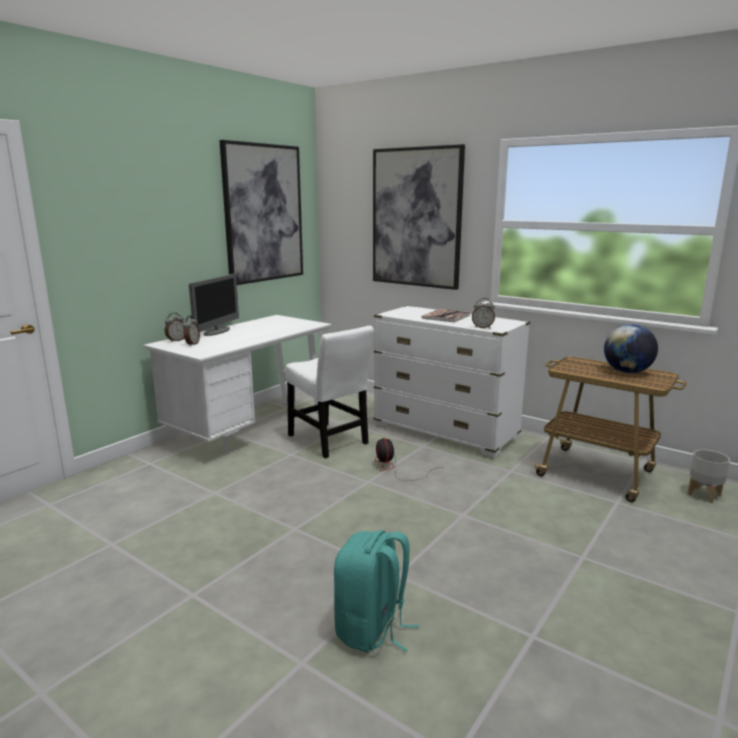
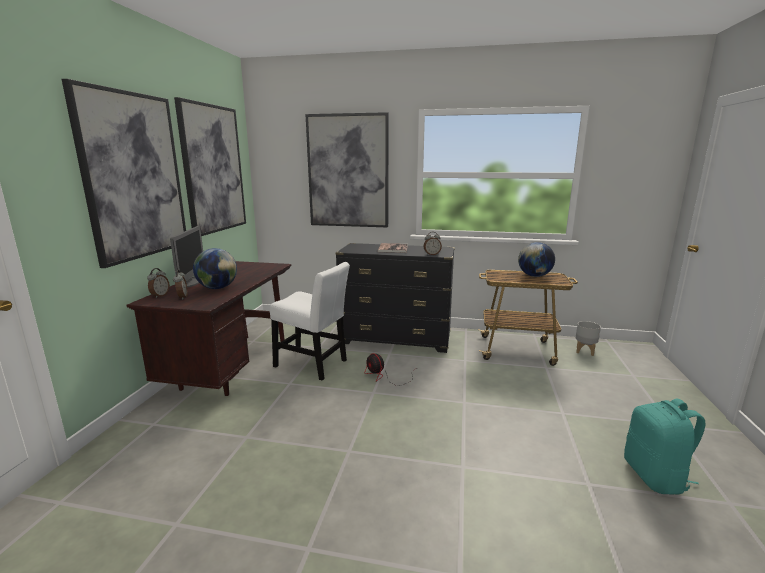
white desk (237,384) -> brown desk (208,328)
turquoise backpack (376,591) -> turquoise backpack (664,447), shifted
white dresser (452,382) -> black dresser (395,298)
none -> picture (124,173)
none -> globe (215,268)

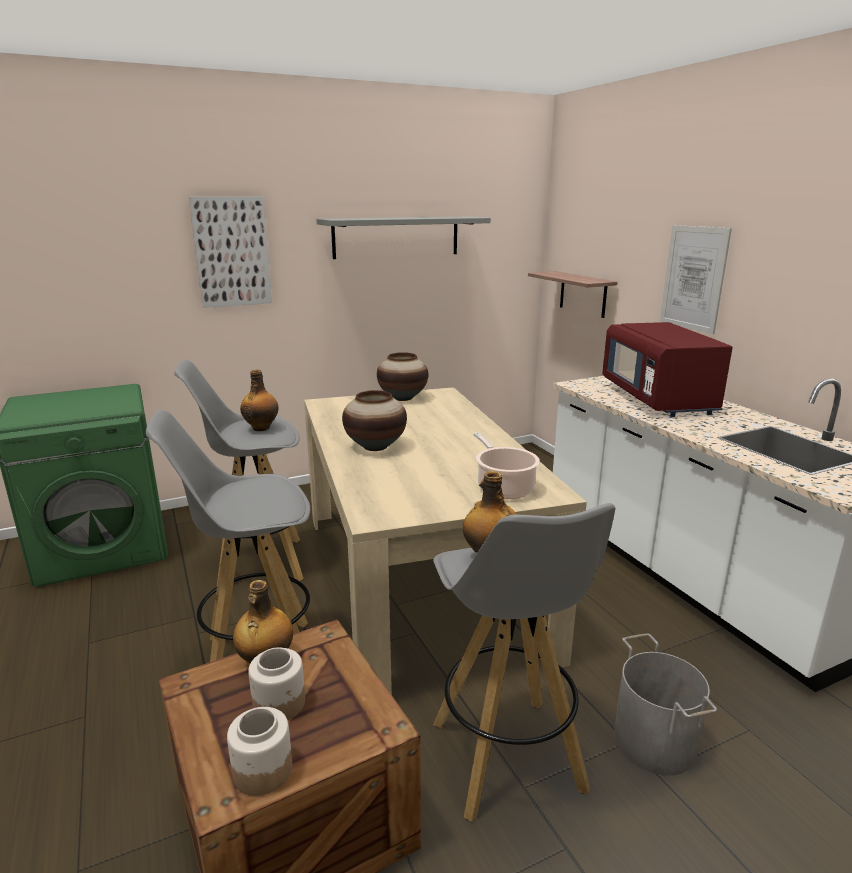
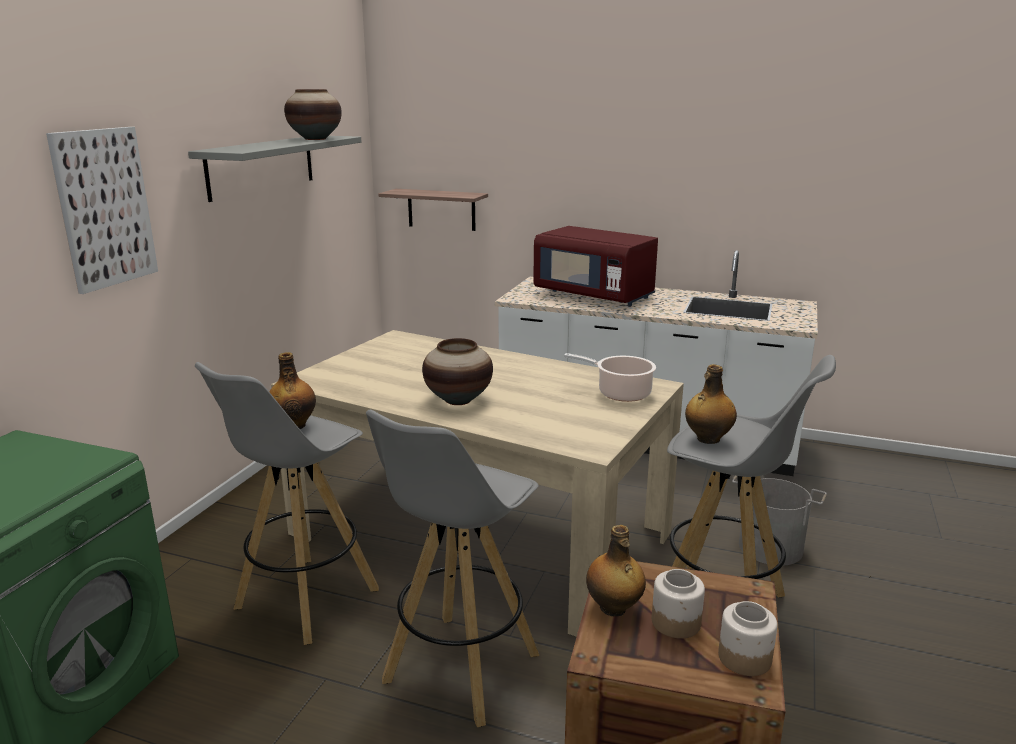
vase (402,376) -> vase (313,114), shifted
picture (696,279) -> none

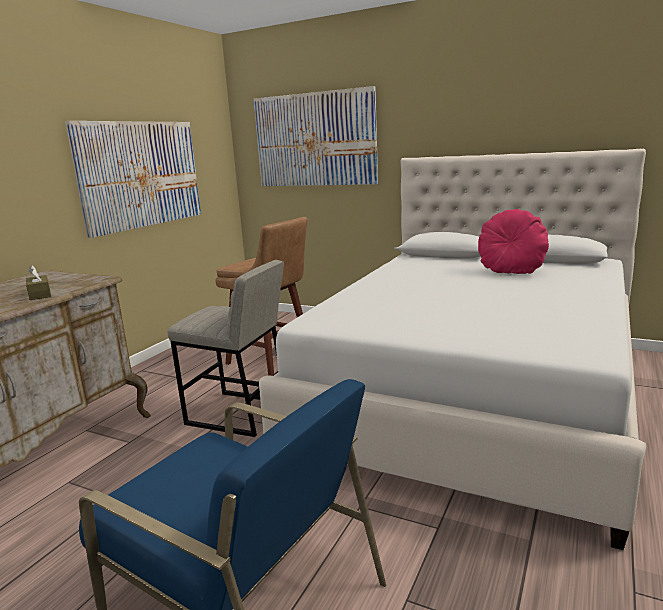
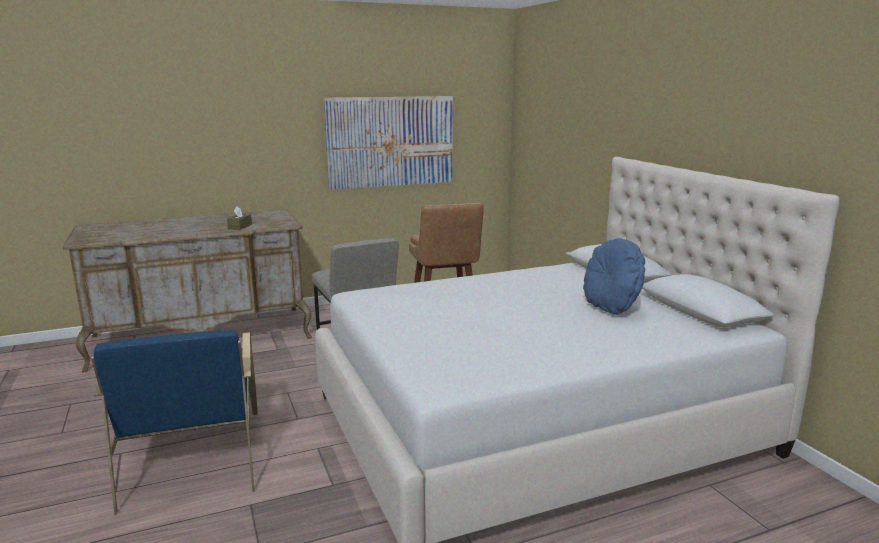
picture (316,136) -> none
pink pillow (513,241) -> blue pillow (614,276)

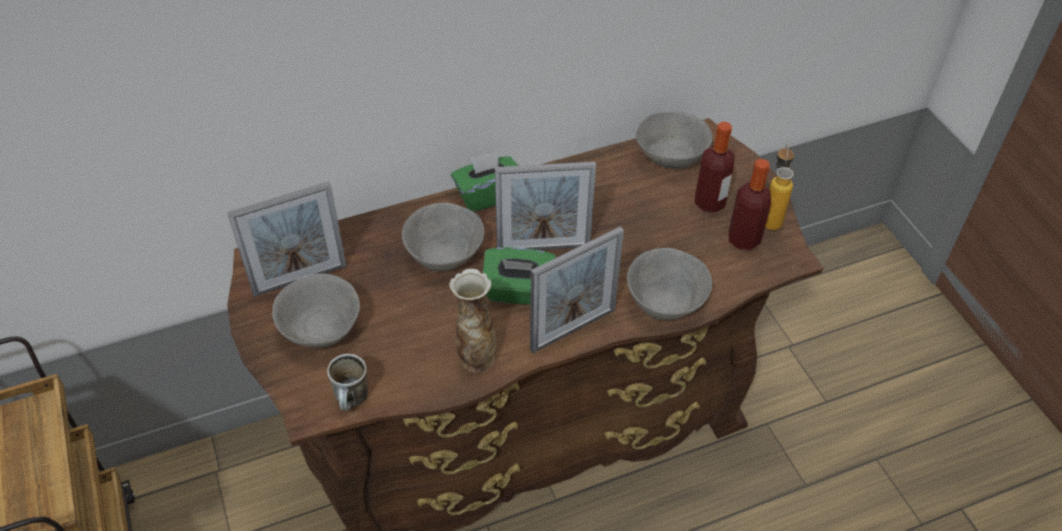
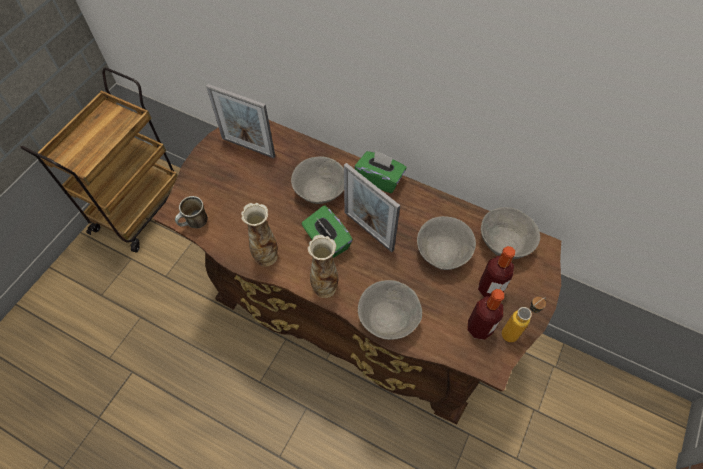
grey bowl (316,311) -> grey bowl (446,243), shifted
picture frame (577,289) -> vase (322,266)

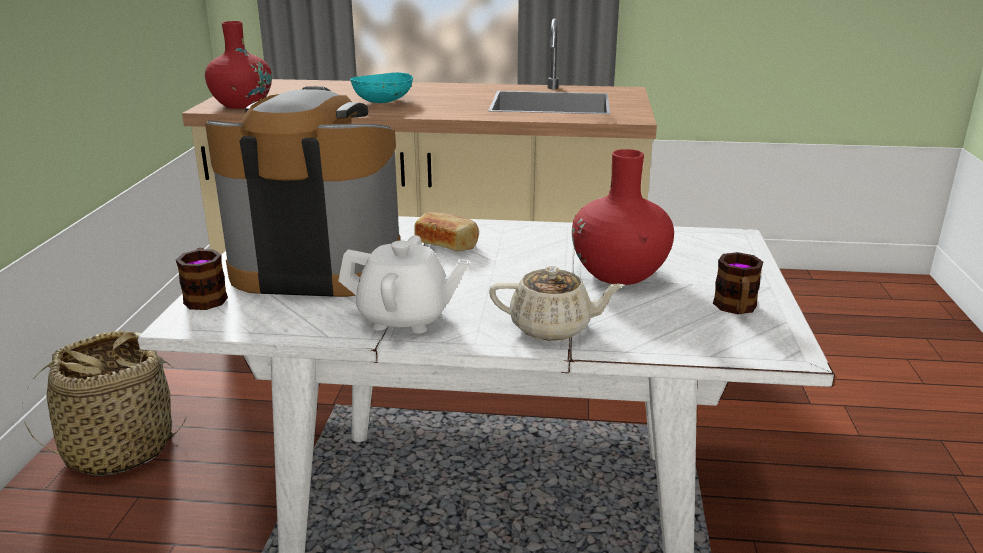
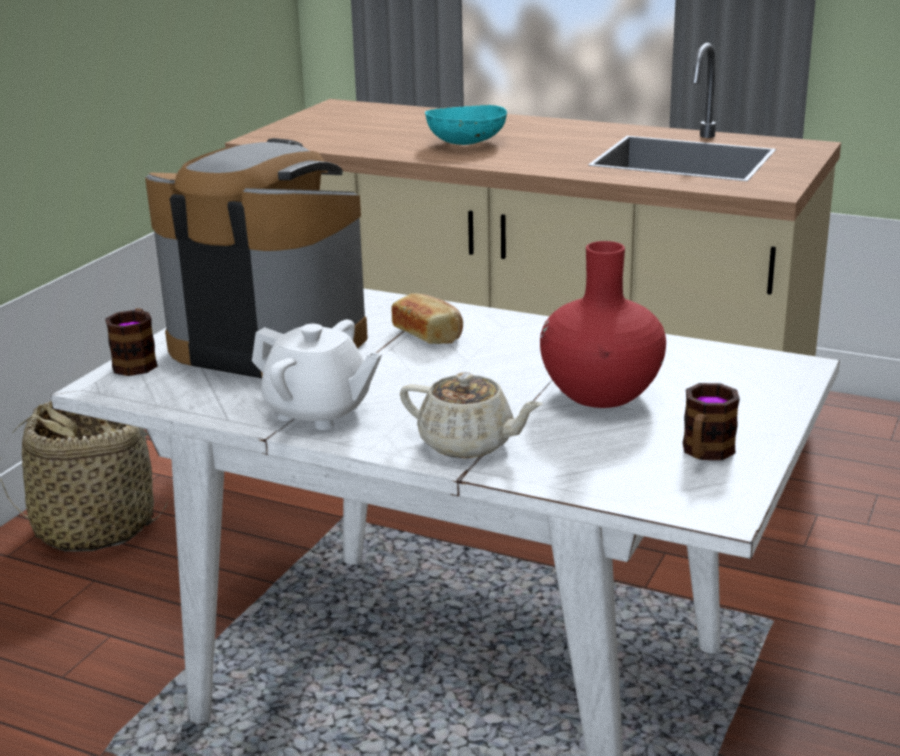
red vase (238,65) -> none

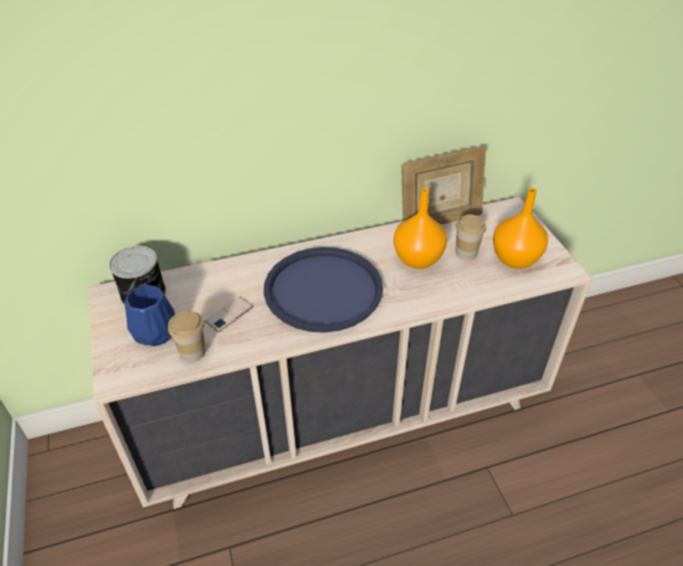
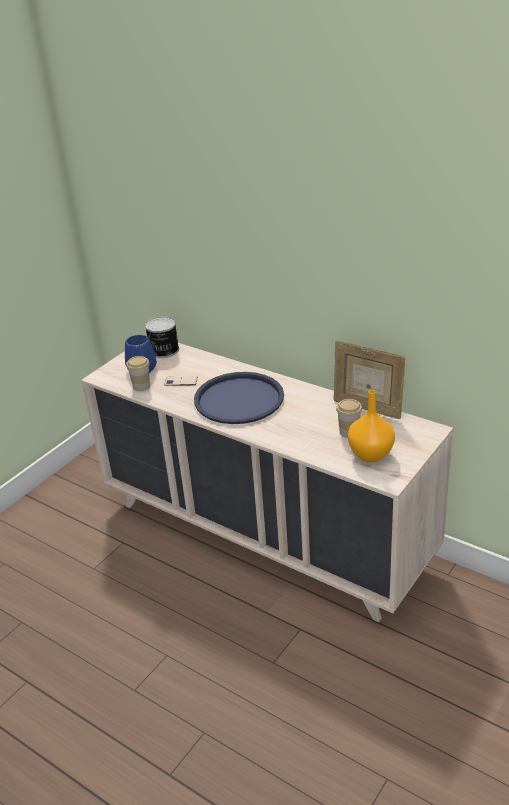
orange vase (420,228) -> none

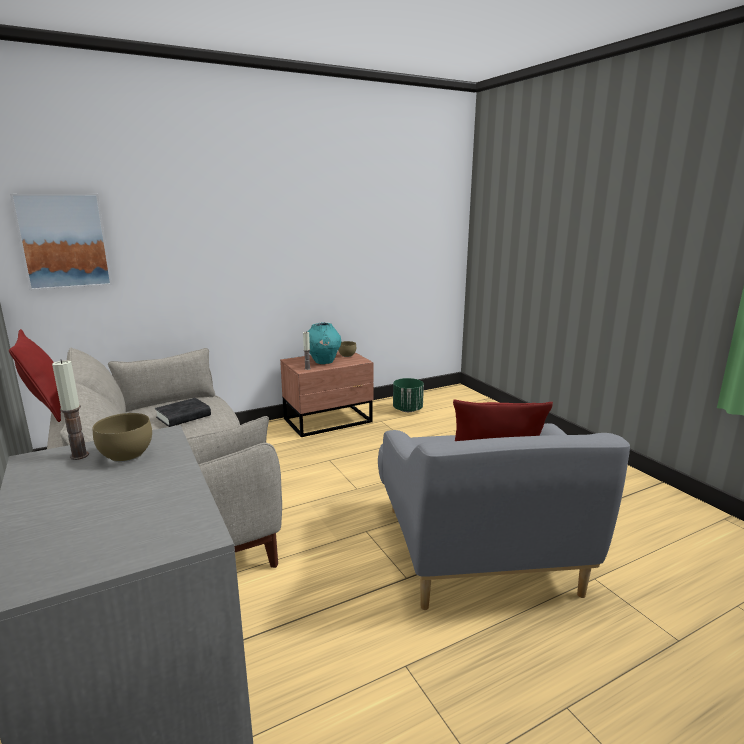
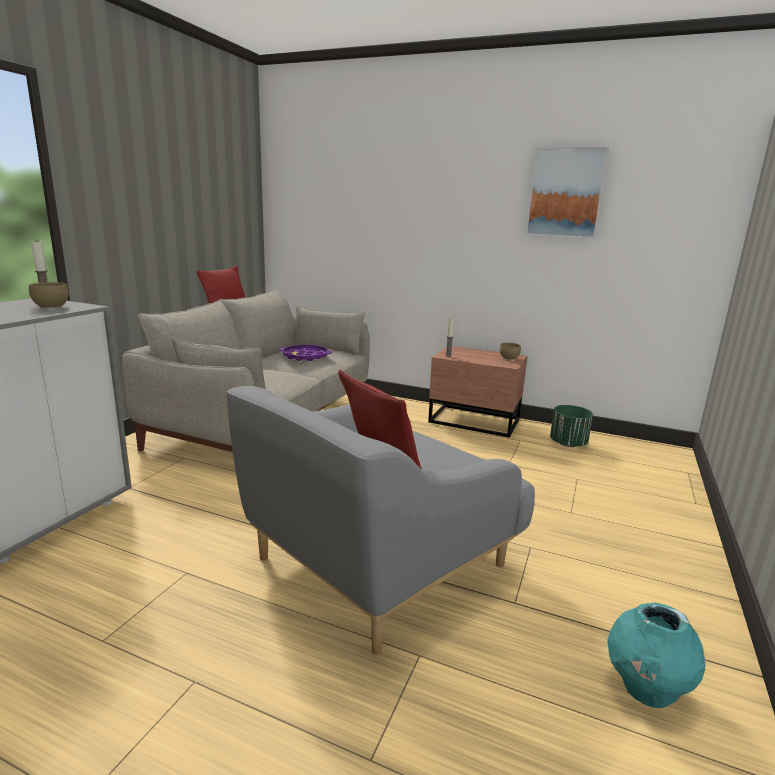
picture (61,242) -> picture (567,193), shifted
black book (183,412) -> purple tray (305,353)
turquoise vase (324,343) -> turquoise vase (656,655), shifted

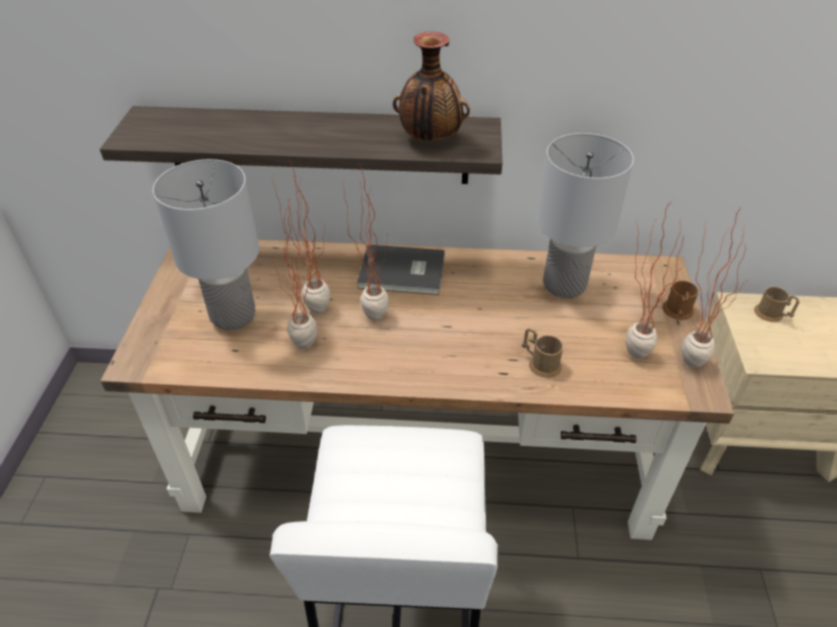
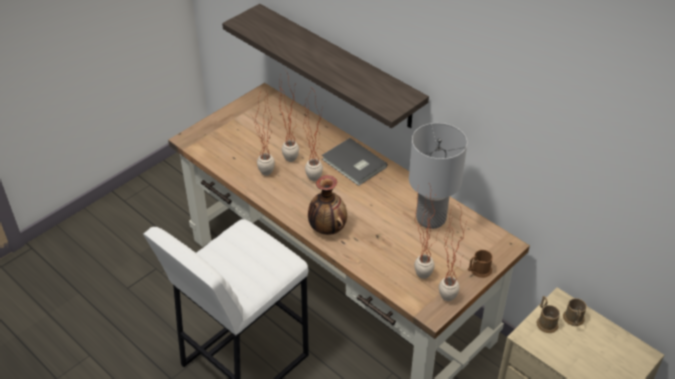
grey table lamp (206,244) -> none
vase (431,86) -> vase (327,205), shifted
brown mug (542,353) -> brown mug (548,314), shifted

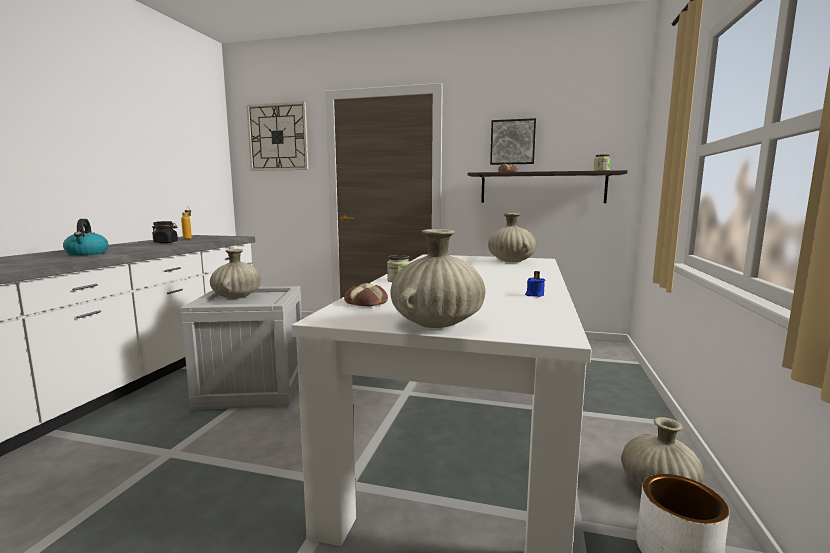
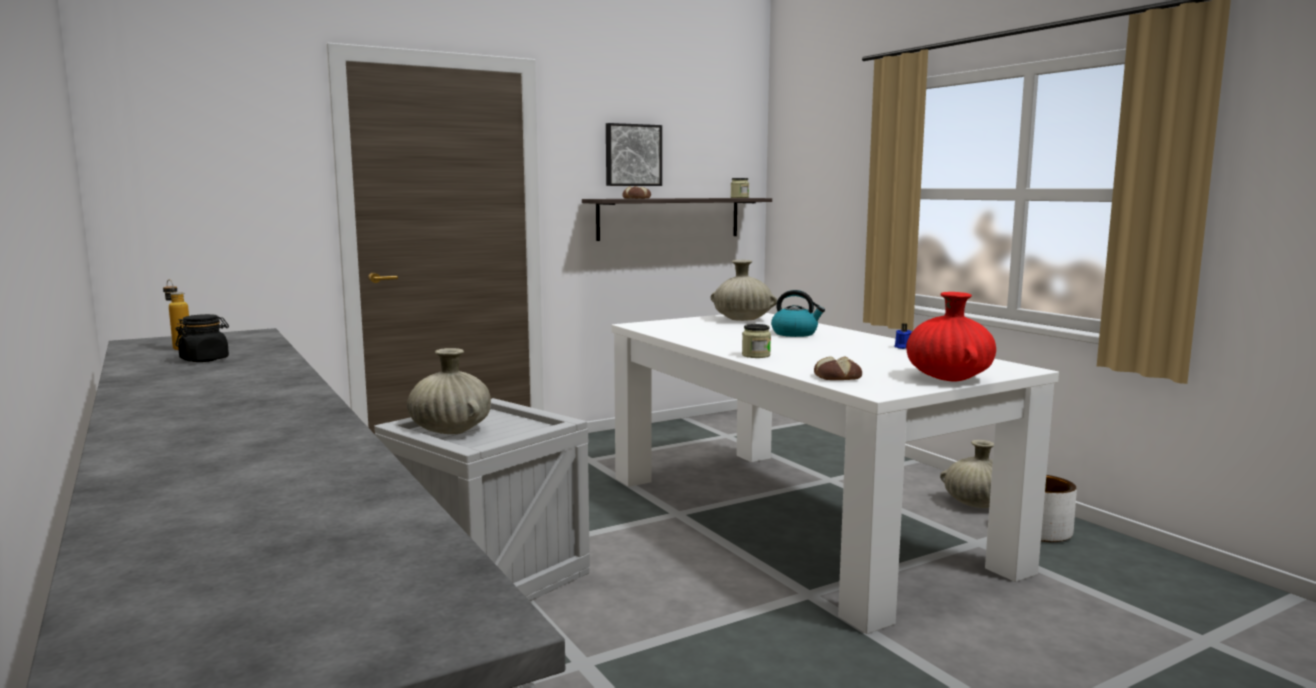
kettle (85,237) -> kettle (798,313), shifted
wall clock (277,136) -> none
beige vase (437,278) -> red vase (951,337)

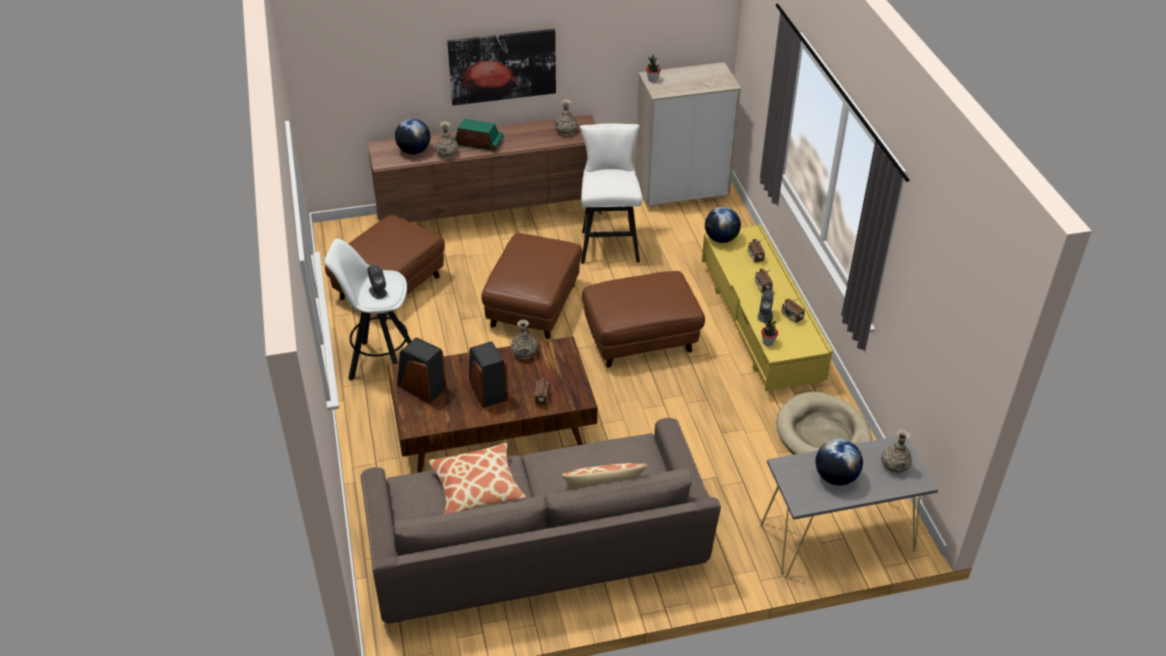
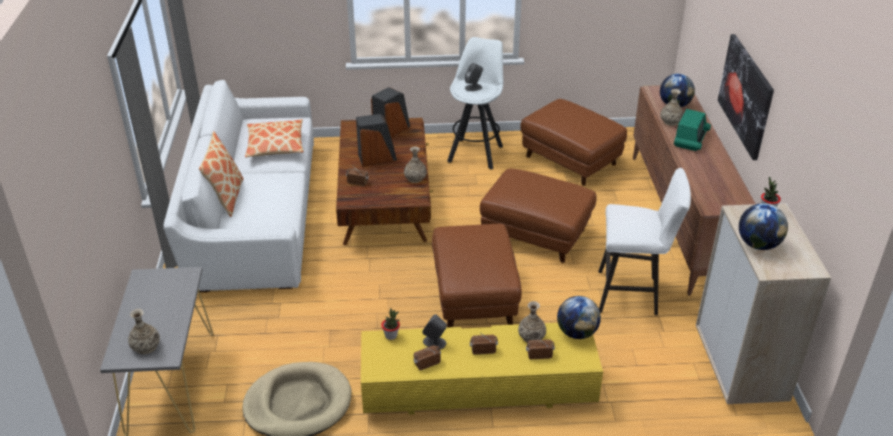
brown sofa (541,521) -> white sofa (239,186)
vase (566,118) -> vase (532,322), shifted
globe (839,462) -> globe (763,226), shifted

